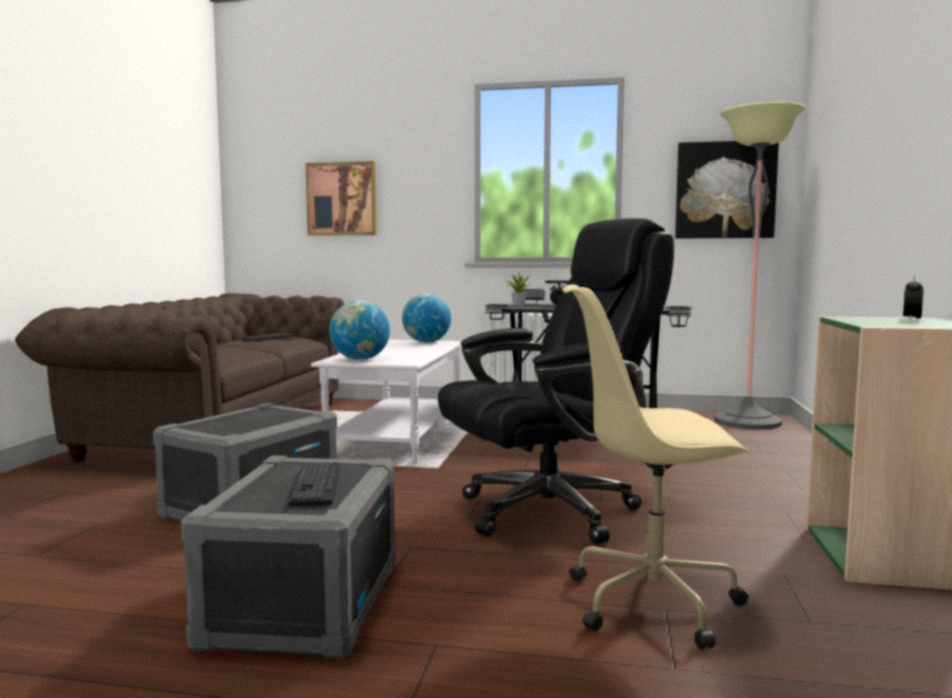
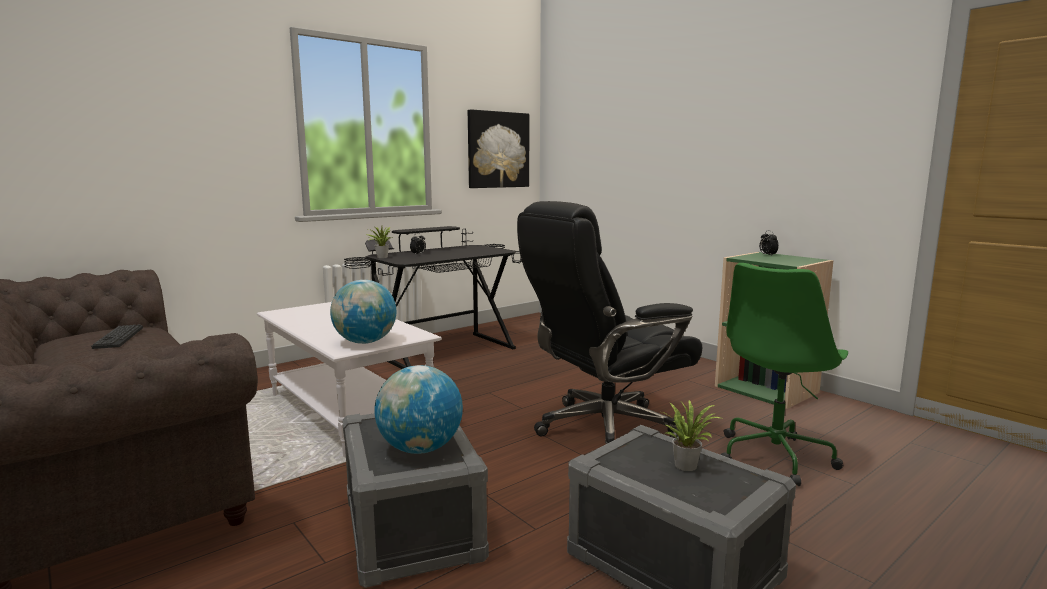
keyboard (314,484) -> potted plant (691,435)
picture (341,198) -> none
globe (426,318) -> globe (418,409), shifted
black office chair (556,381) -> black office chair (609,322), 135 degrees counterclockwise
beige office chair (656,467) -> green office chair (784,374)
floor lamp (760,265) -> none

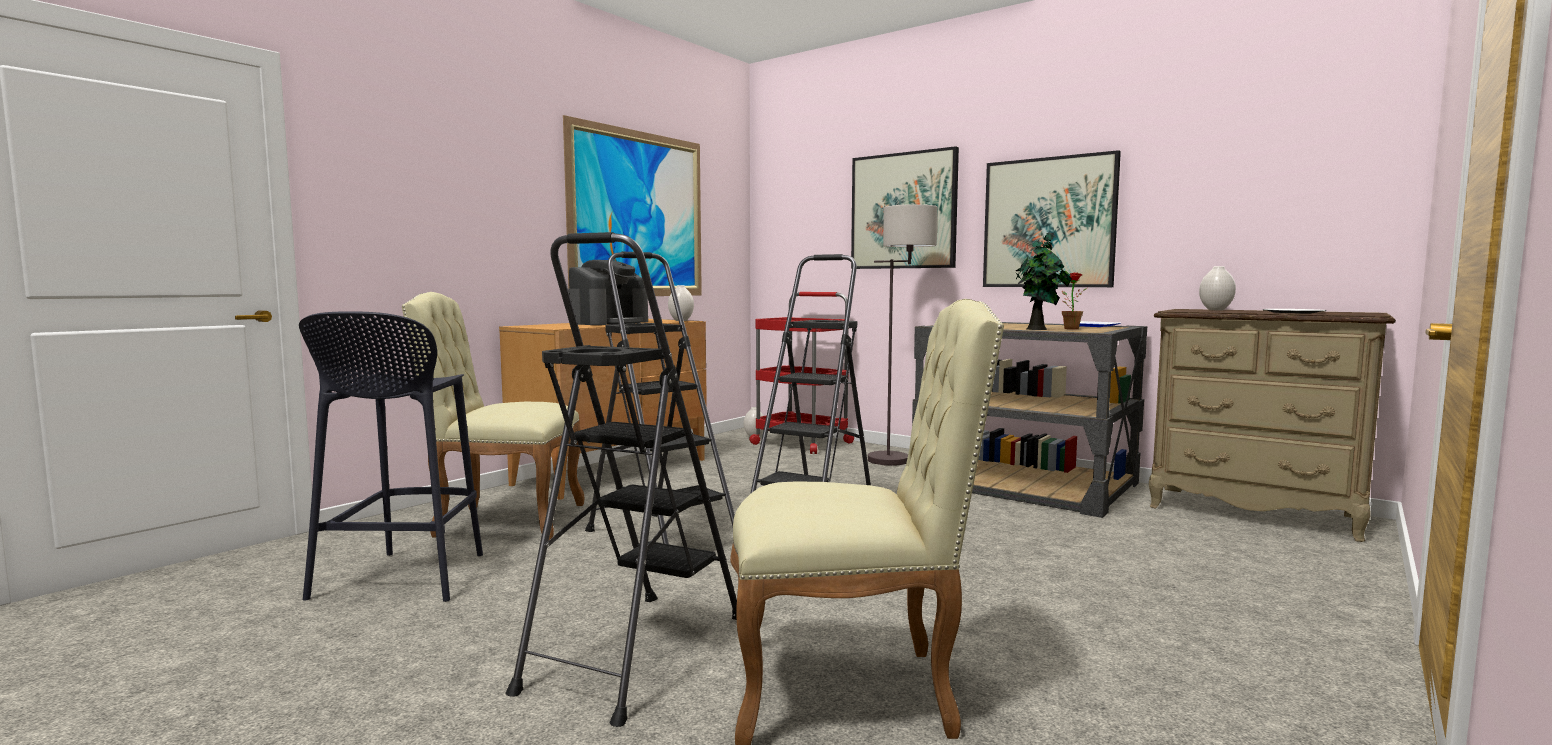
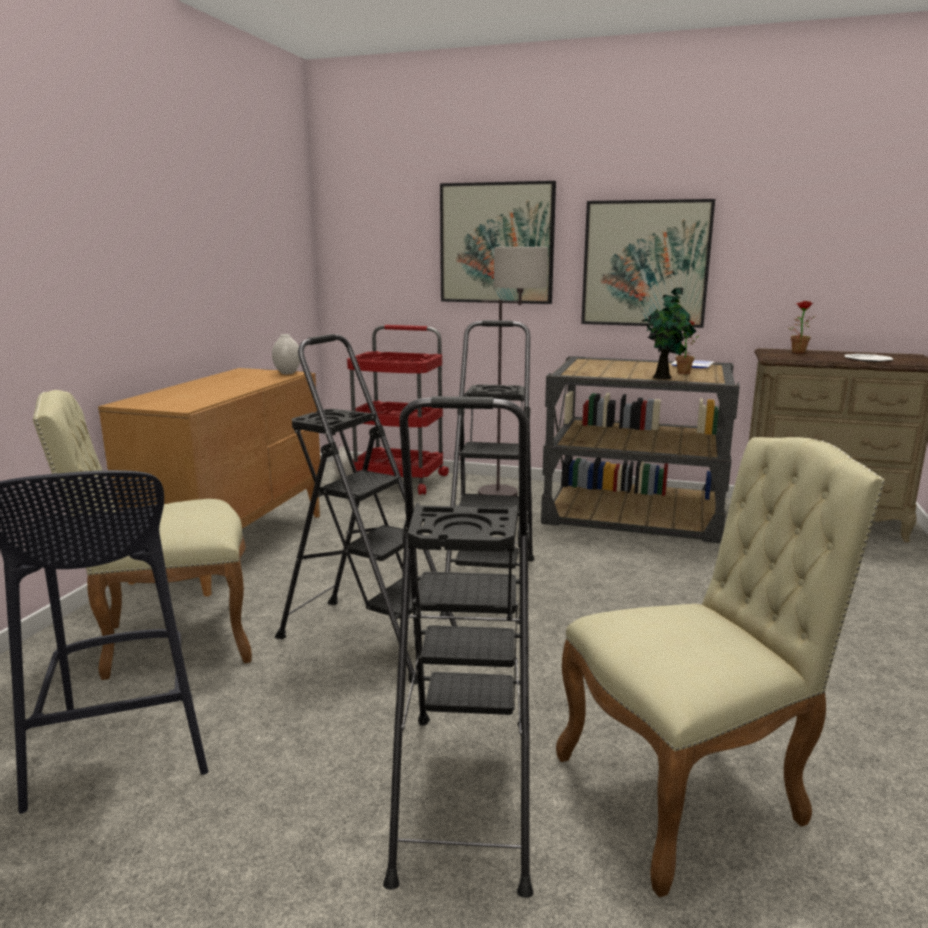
picture (632,205) -> none
coffee machine (608,292) -> none
white vase (1217,288) -> potted plant (801,327)

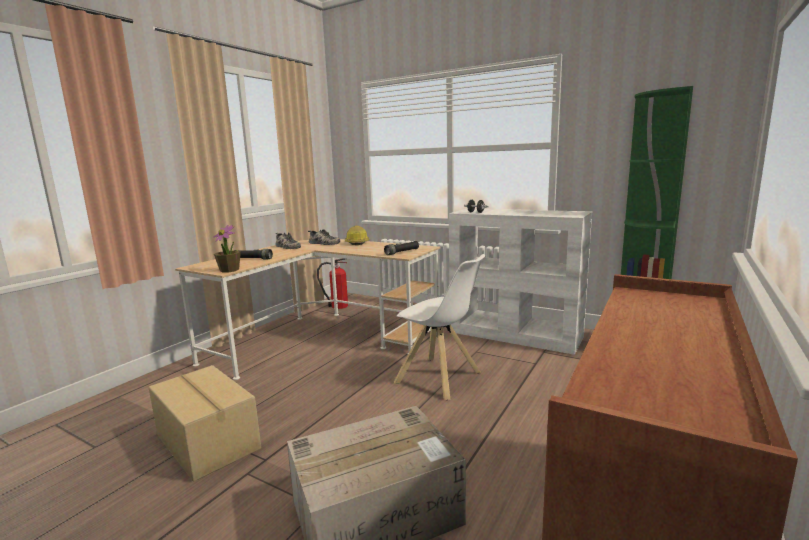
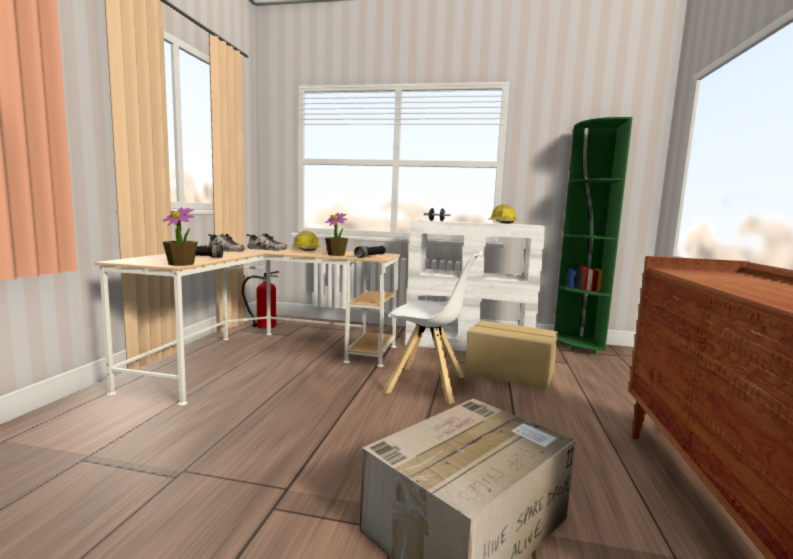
cardboard box (205,423) -> cardboard box (511,355), shifted
none -> potted plant (336,234)
none -> hard hat (503,214)

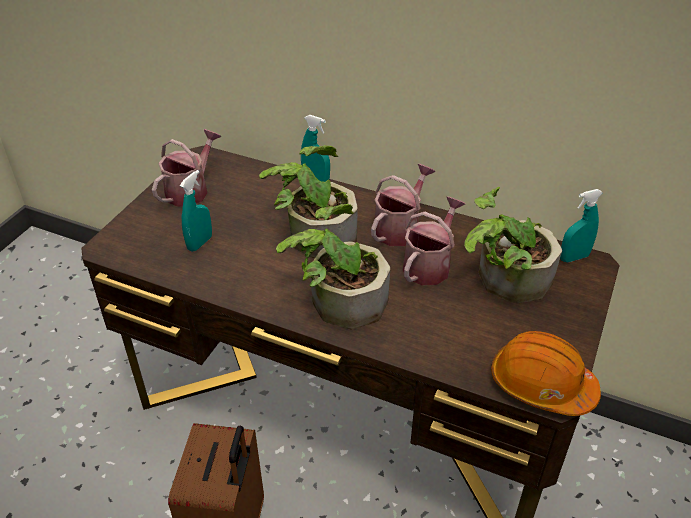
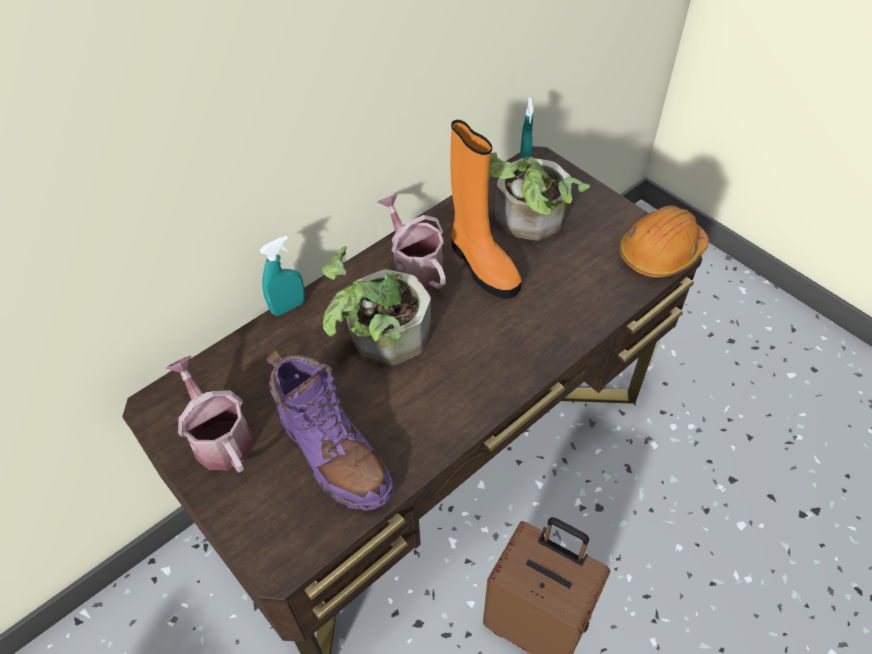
turquoise spray bottle (196,211) -> purple boot (330,430)
potted plant (333,266) -> none
watering can (434,241) -> orange boot (486,209)

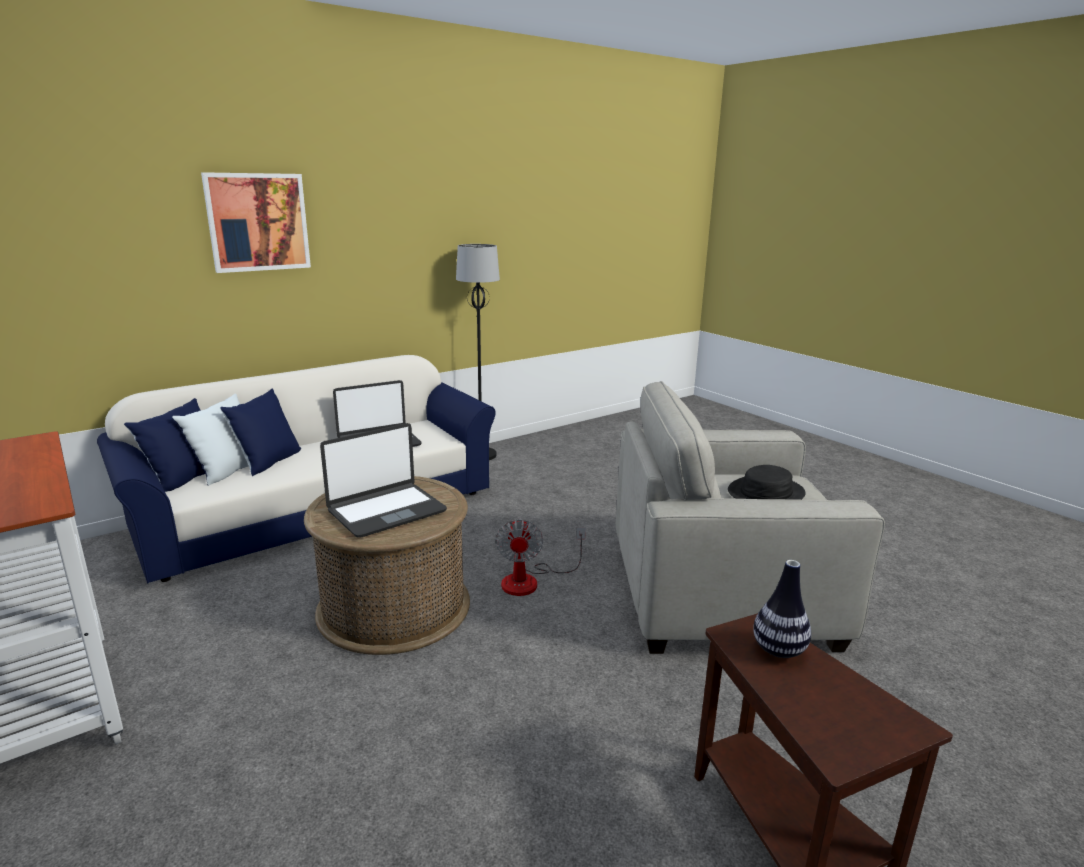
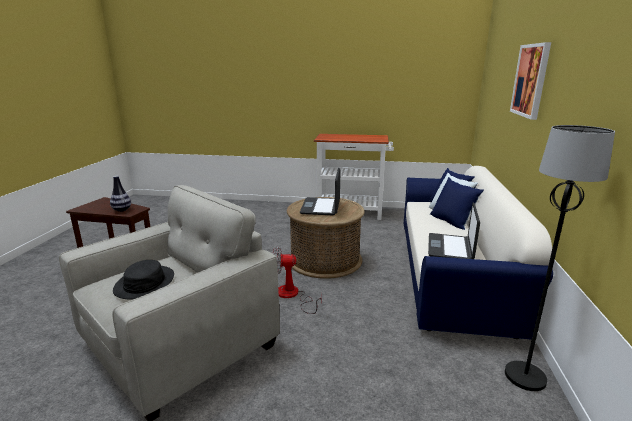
fan (540,557) -> fan (297,280), 45 degrees counterclockwise

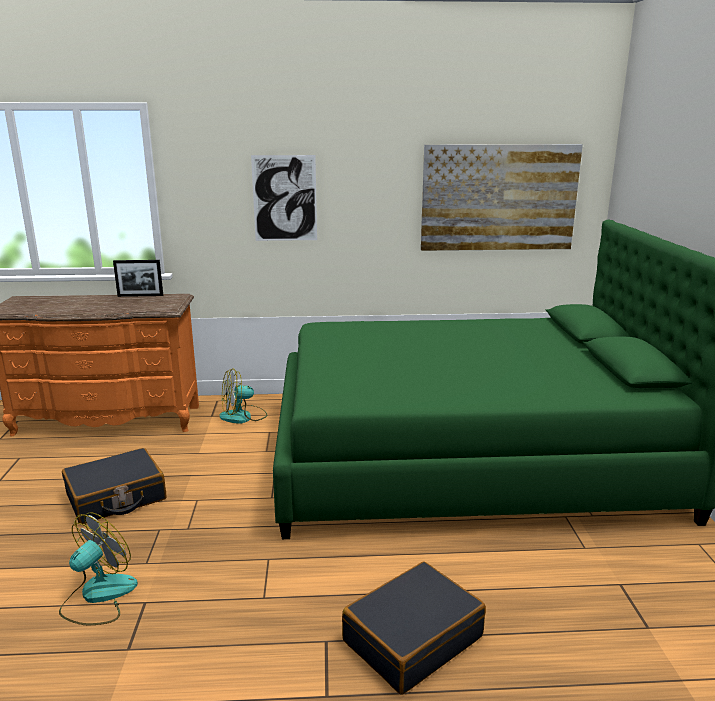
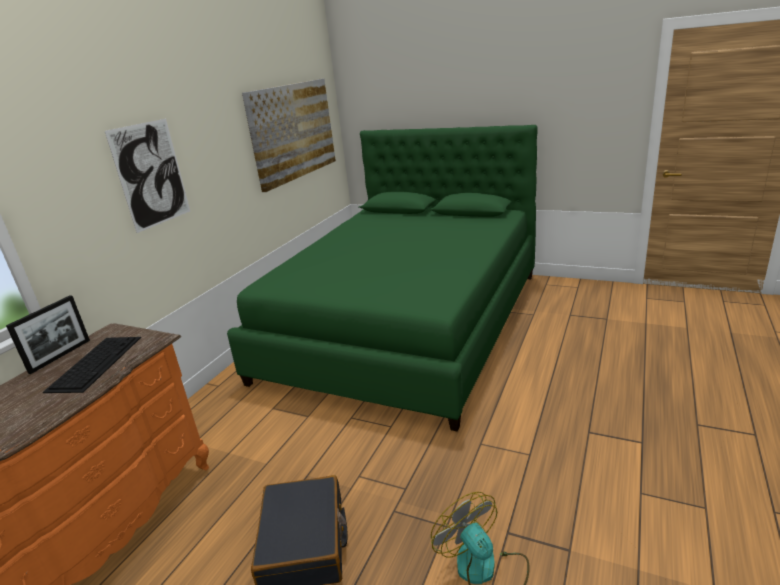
fan (243,396) -> none
black suitcase (414,628) -> none
none -> keyboard (92,365)

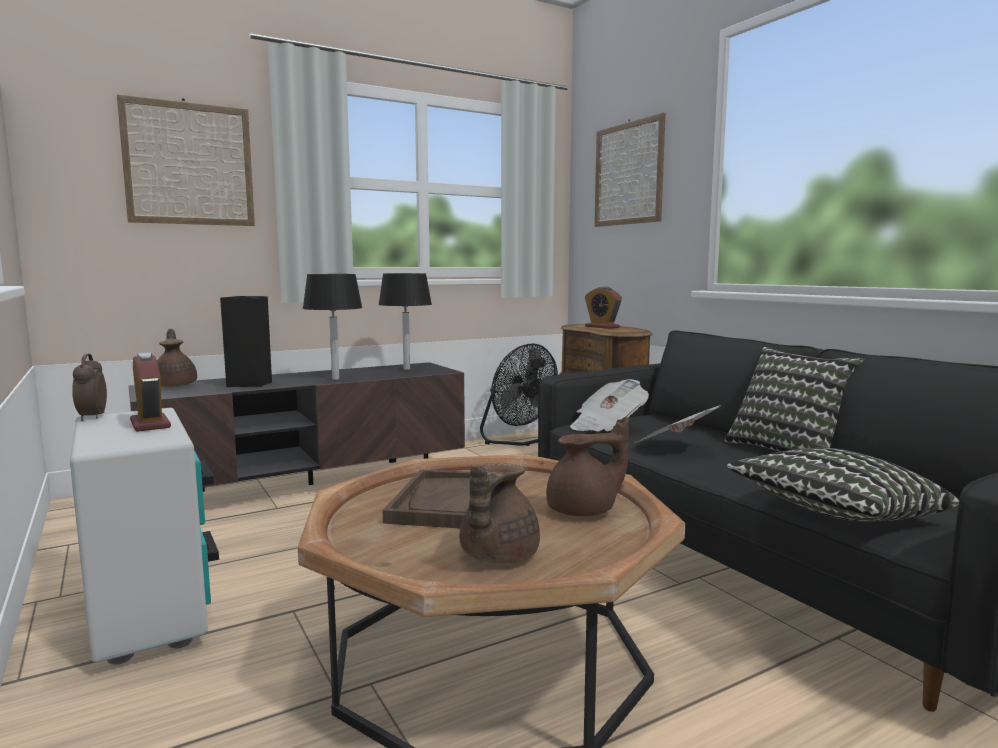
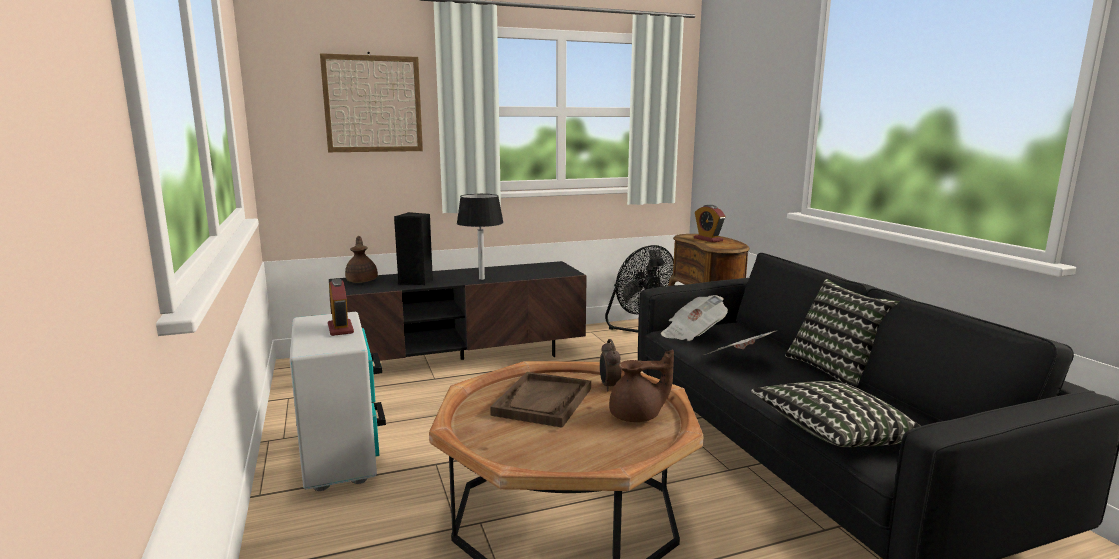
alarm clock (89,387) -> alarm clock (610,365), shifted
black table lamp (405,321) -> none
brown teapot (500,513) -> none
picture (629,170) -> none

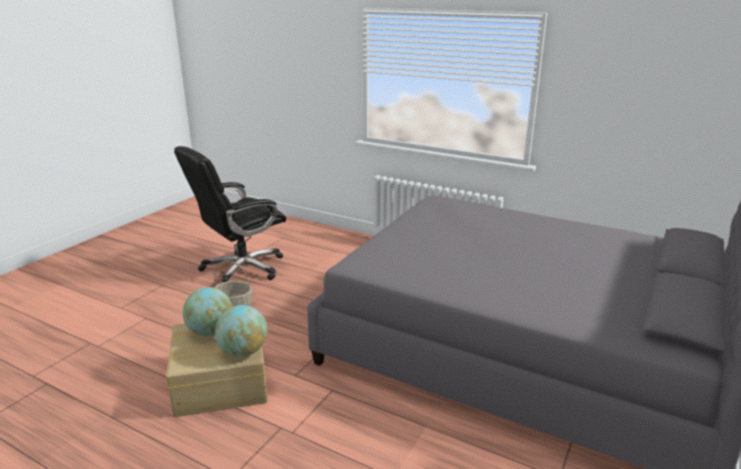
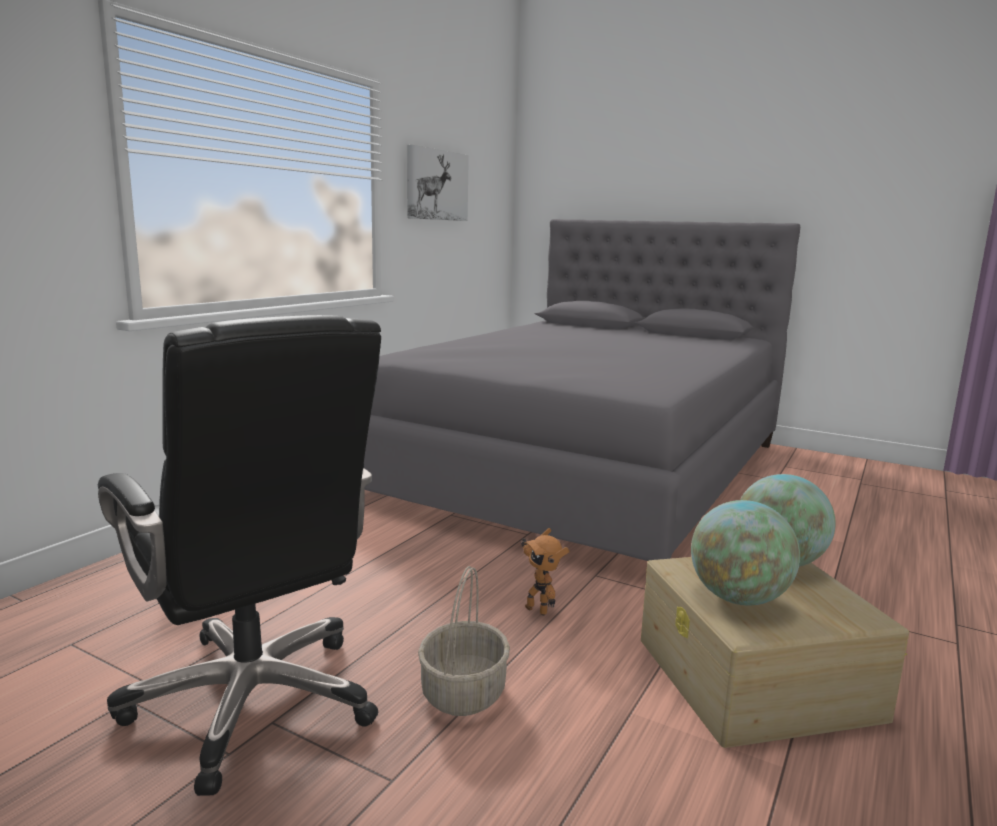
none -> picture (438,183)
none -> toy robot (545,571)

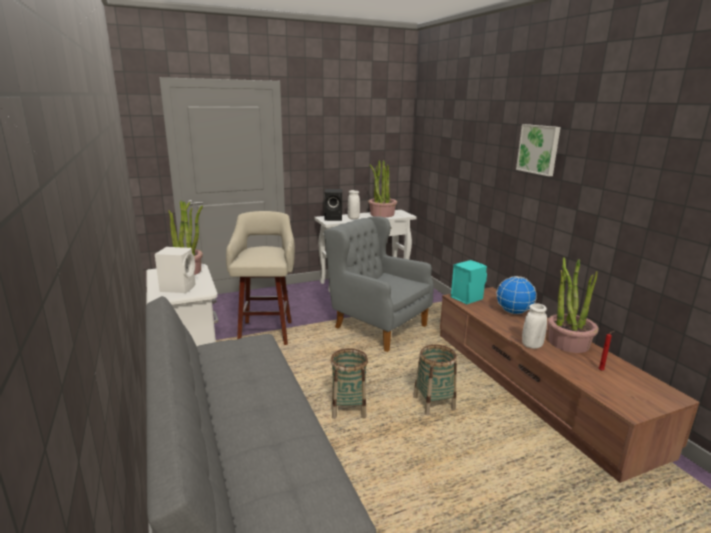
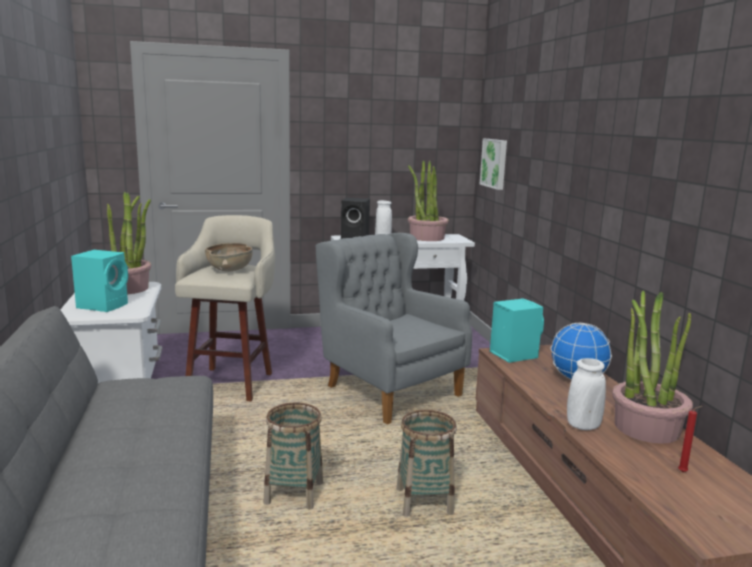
white speaker (175,270) -> turquoise speaker (99,281)
picture (538,150) -> picture (493,164), shifted
none -> brown bowl (229,257)

